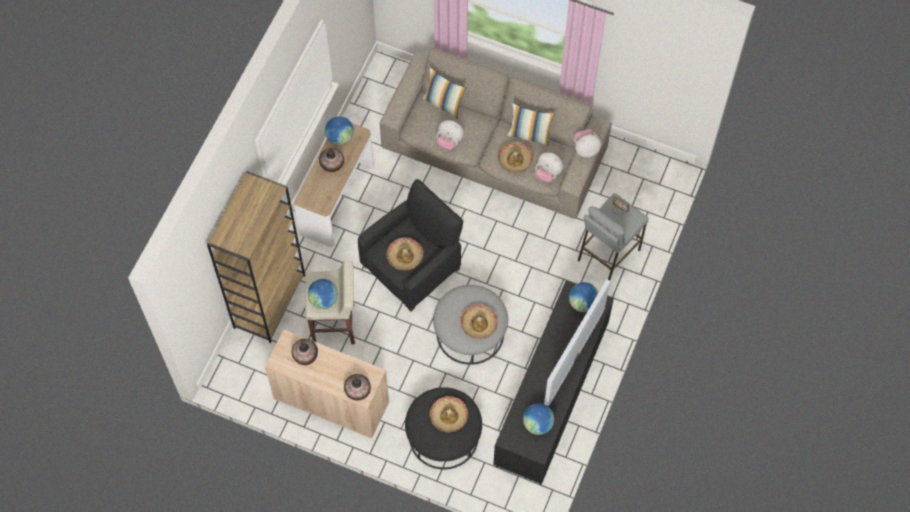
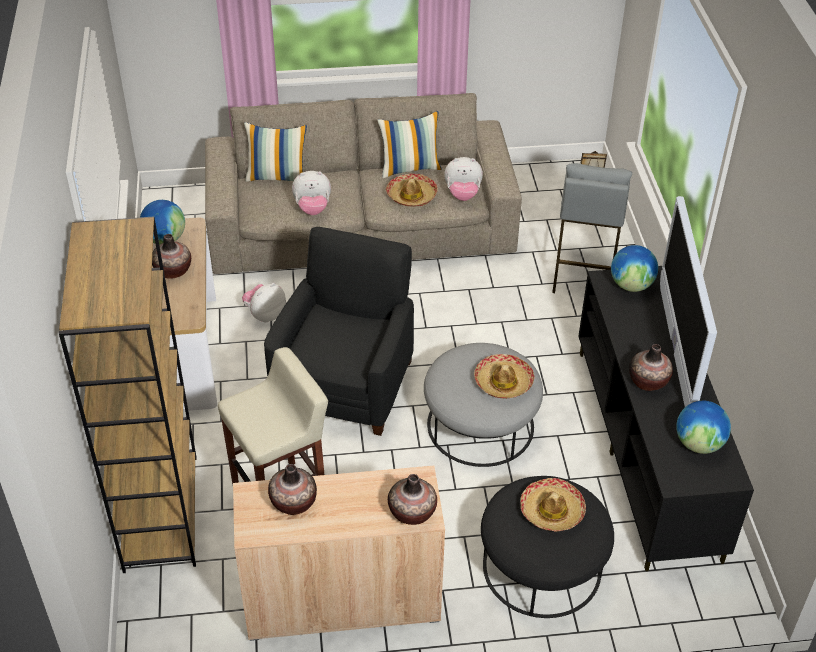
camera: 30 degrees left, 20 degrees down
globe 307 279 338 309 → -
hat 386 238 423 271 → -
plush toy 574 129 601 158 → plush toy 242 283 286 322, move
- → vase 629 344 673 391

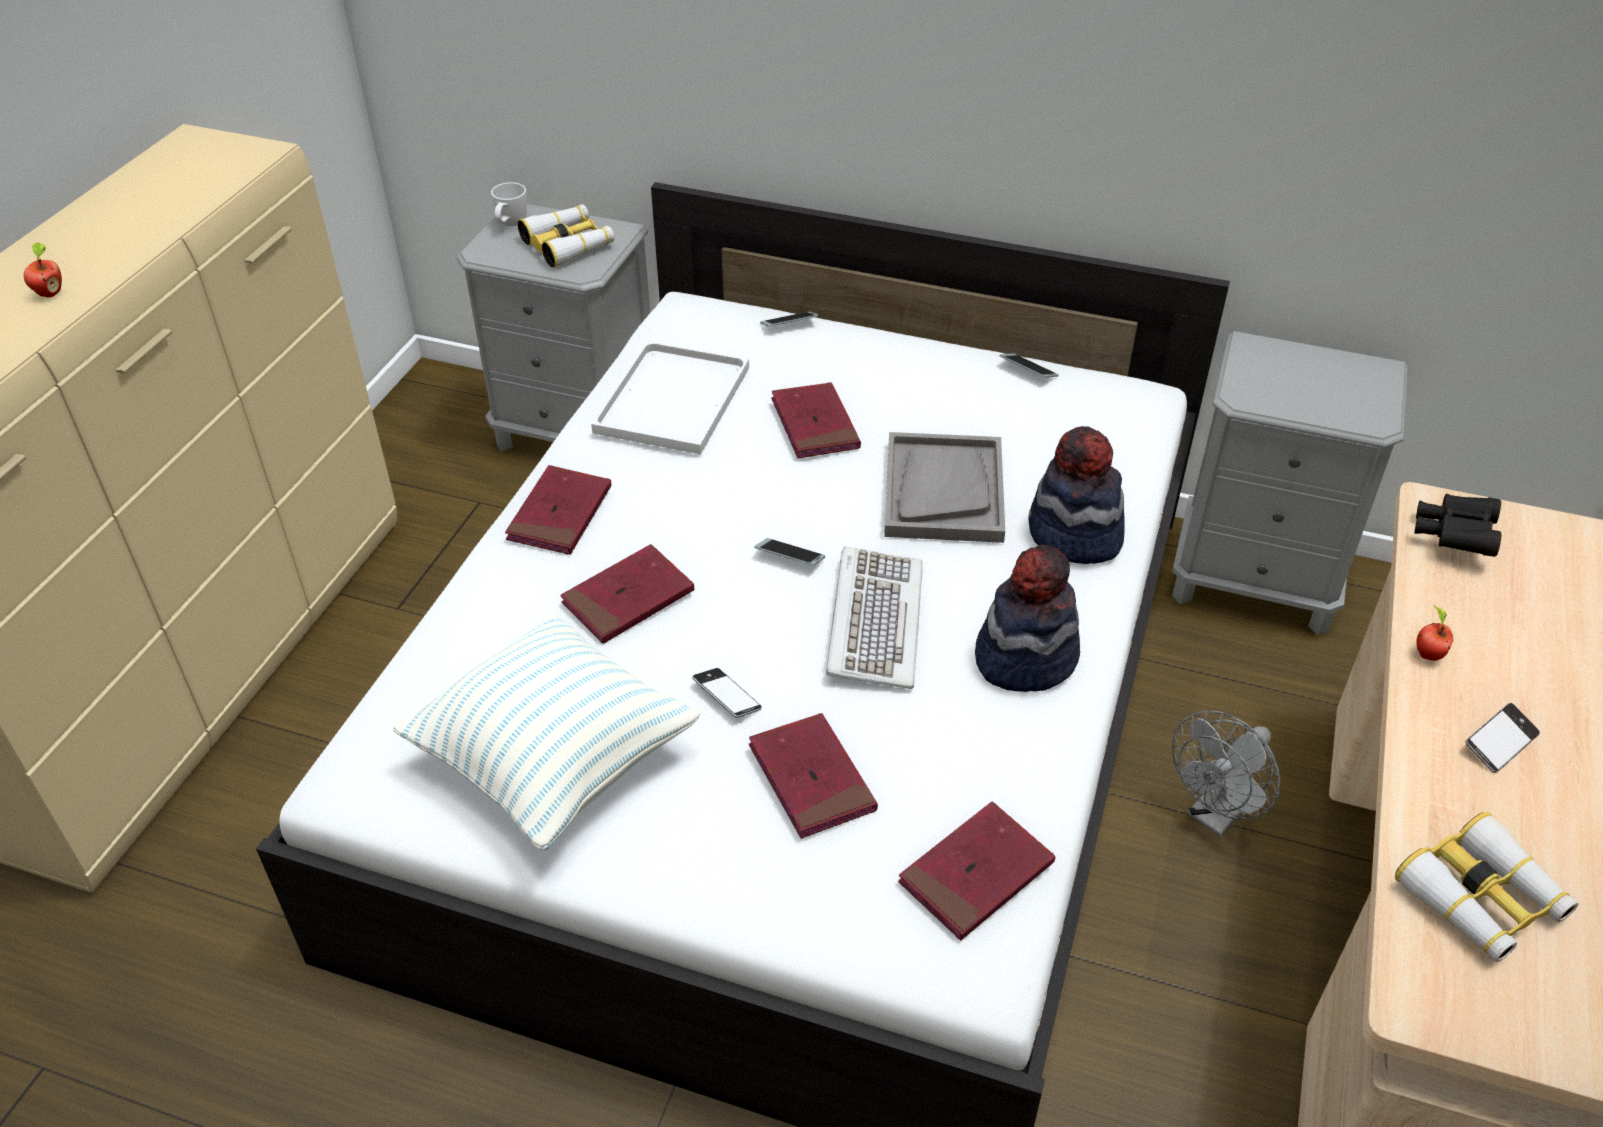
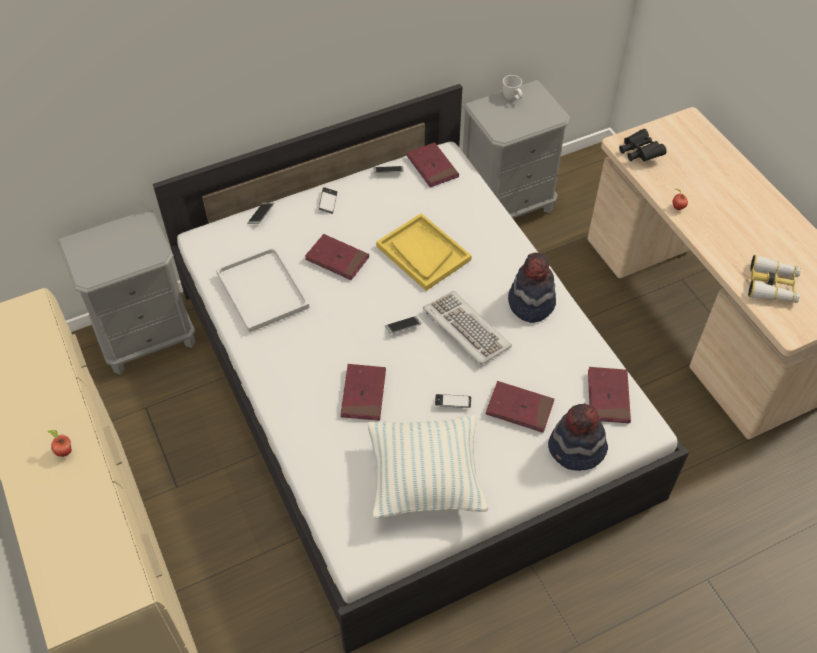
camera: 45 degrees left, 10 degrees up
white mug 491 182 527 226 → white mug 503 75 523 100, move
red book 505 465 611 555 → red book 407 143 459 187, move
binoculars 518 204 615 268 → -
grey tray 884 432 1005 543 → yellow tray 376 213 472 291
hat 1028 426 1125 564 → hat 548 403 608 471, move
grey fan 1172 711 1280 837 → -
phone 1465 703 1540 773 → phone 318 187 337 214, move

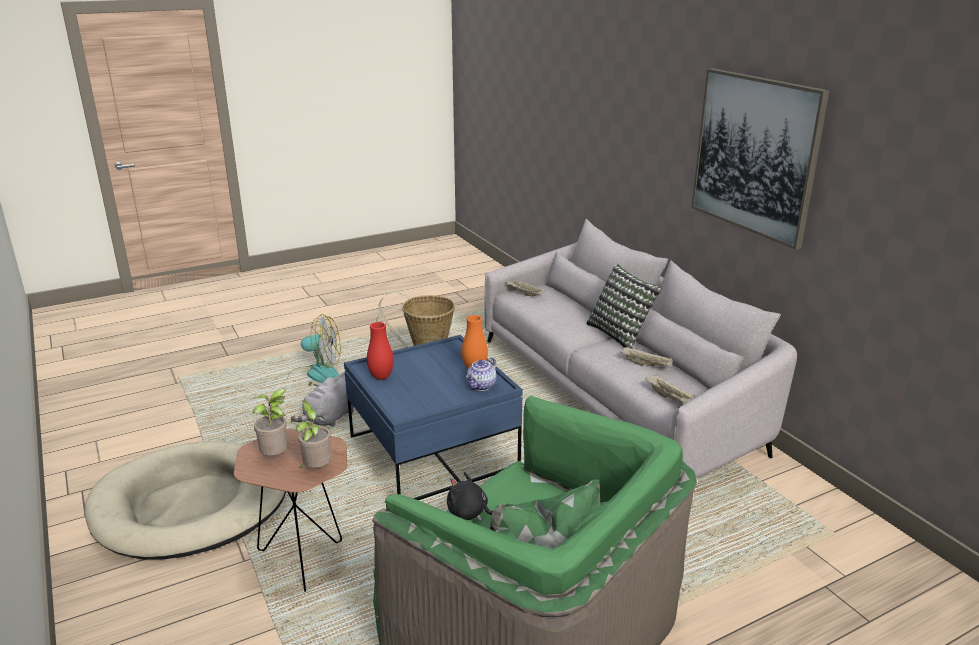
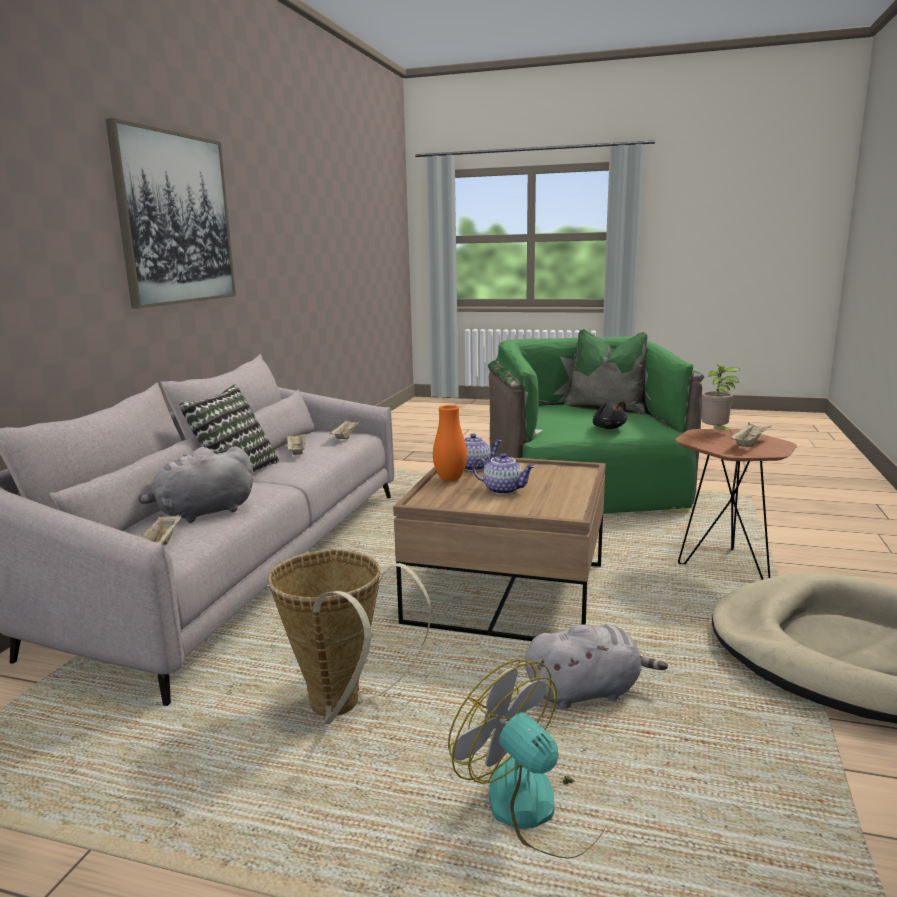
camera: 135 degrees left, 10 degrees down
potted plant 253 389 287 456 → beige tray 729 422 772 447
blue coffee table 344 335 523 500 → brown coffee table 393 457 606 641
red vase 367 322 394 380 → -
- → grey plush toy 139 447 253 523
- → teapot 473 453 535 495

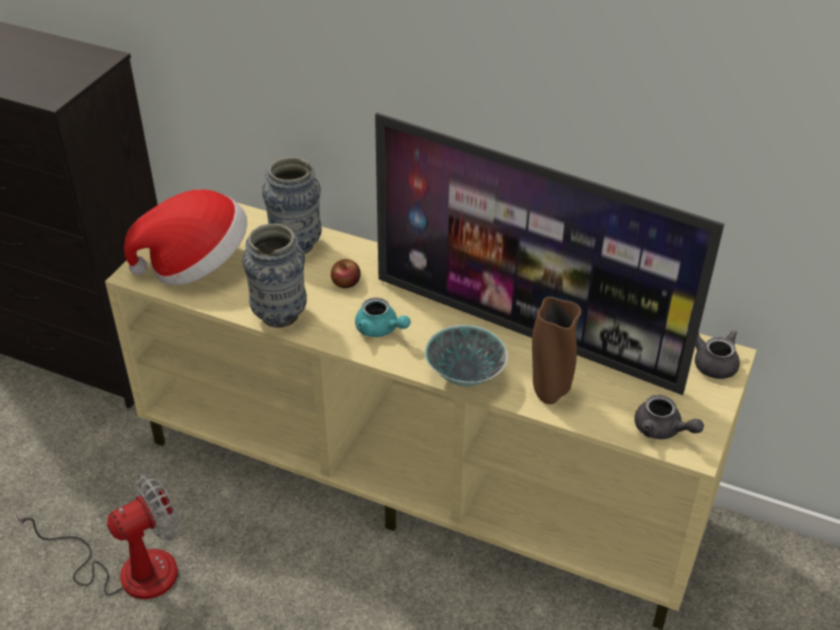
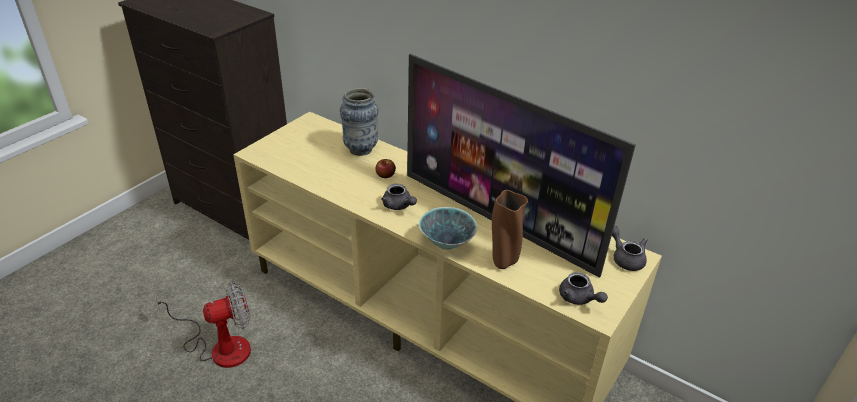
camera: 10 degrees right, 5 degrees down
hat 124 189 247 285 → -
vase 242 224 307 328 → -
turquoise teapot 355 297 411 337 → grey teapot 381 184 417 210

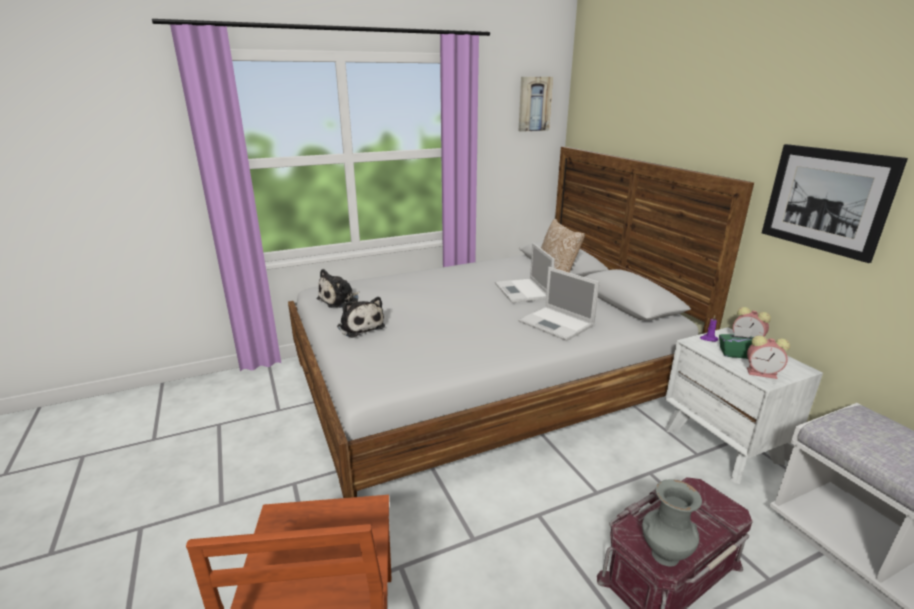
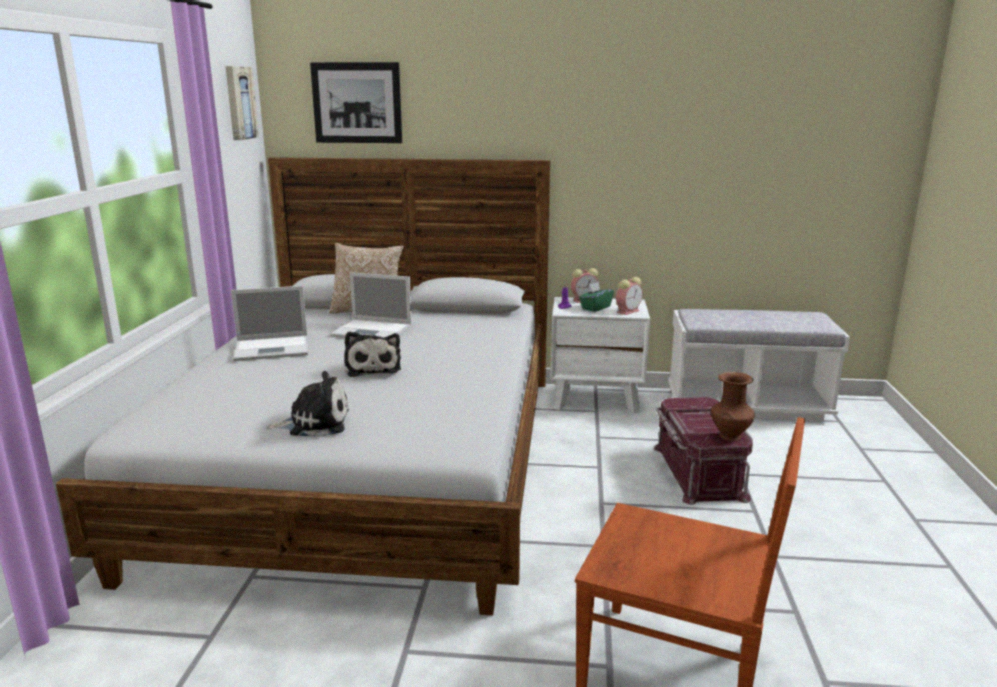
camera: 60 degrees left, 5 degrees down
plush toy 317 269 360 308 → plush toy 344 331 401 377, move
laptop 518 267 600 341 → laptop 231 286 308 361, move
grey vase 642 479 702 567 → brown vase 711 372 755 441
picture 762 144 908 263 → picture 310 62 402 143, move

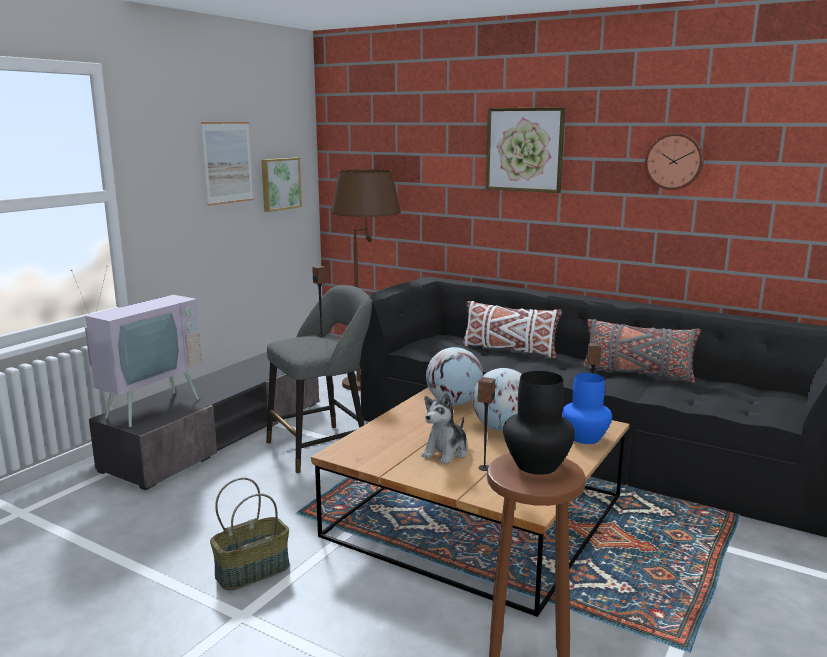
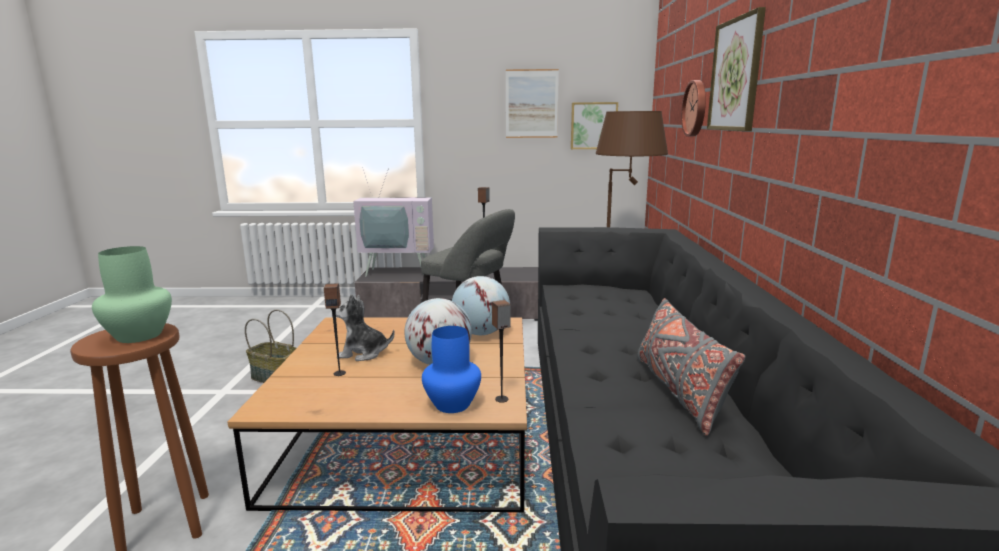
camera: 60 degrees right, 0 degrees up
white pillow 462 301 562 358 → -
black vase 503 371 575 475 → green vase 92 246 172 343
wall clock 645 133 704 190 → wall clock 681 80 706 137, move

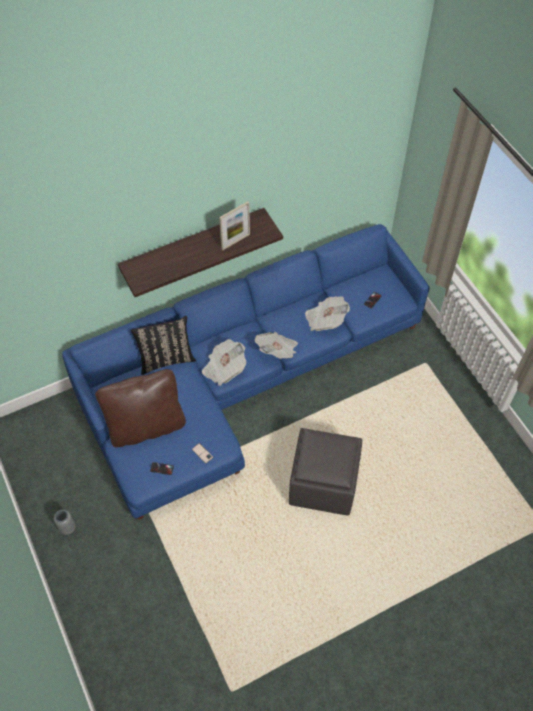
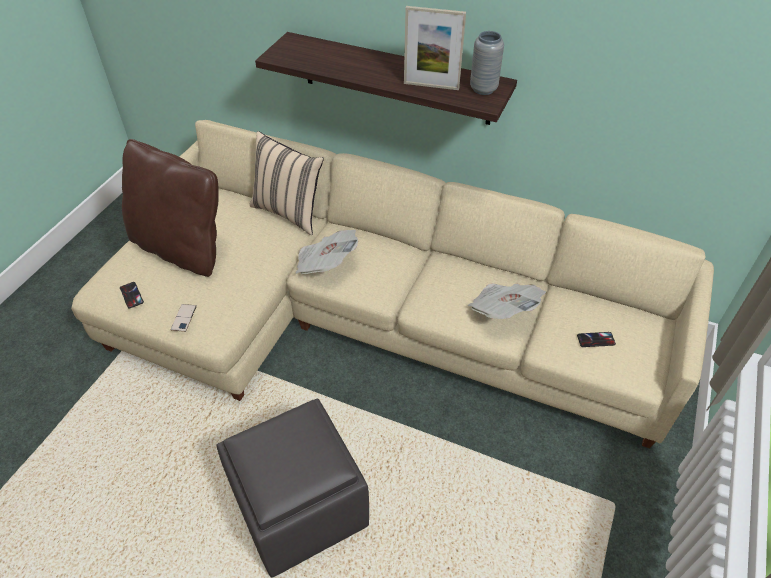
camera: 50 degrees right, 10 degrees down
grey vase 54 510 75 535 → grey vase 470 31 504 95, move
blue sofa 62 224 430 520 → beige sofa 71 120 714 448
black pillow 131 316 196 375 → beige pillow 250 131 324 235
newspaper 255 332 298 359 → -

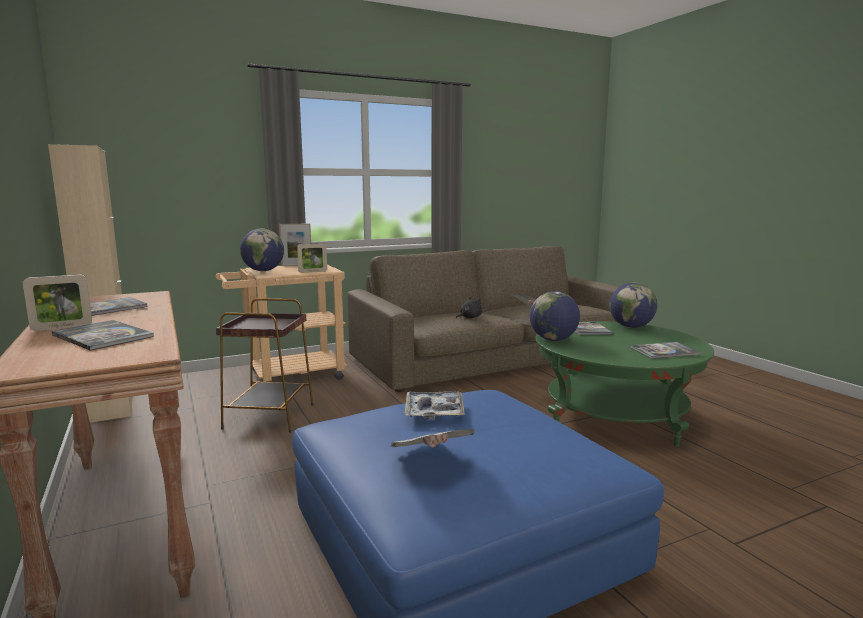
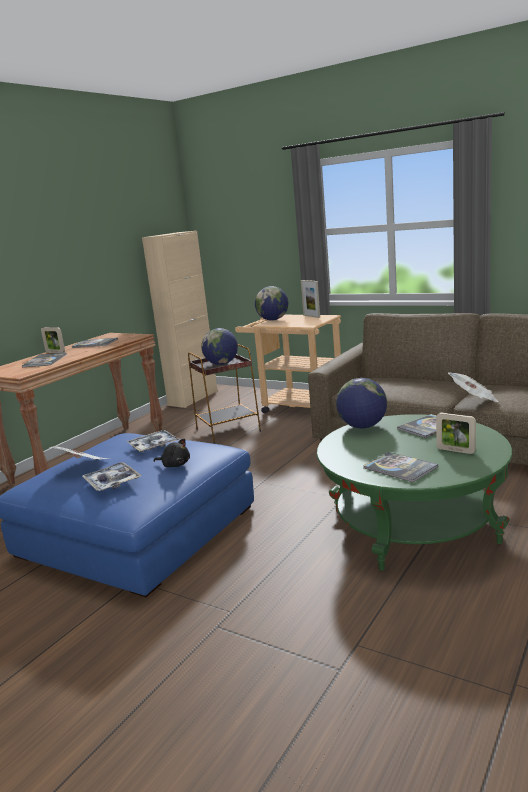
camera: 60 degrees right, 5 degrees up
picture frame 297 243 327 273 → picture frame 436 413 476 454, move
black plush toy 456 297 482 319 → black plush toy 154 439 190 467, move
globe 609 283 657 328 → globe 201 328 238 365, move
- → tray 82 462 142 491

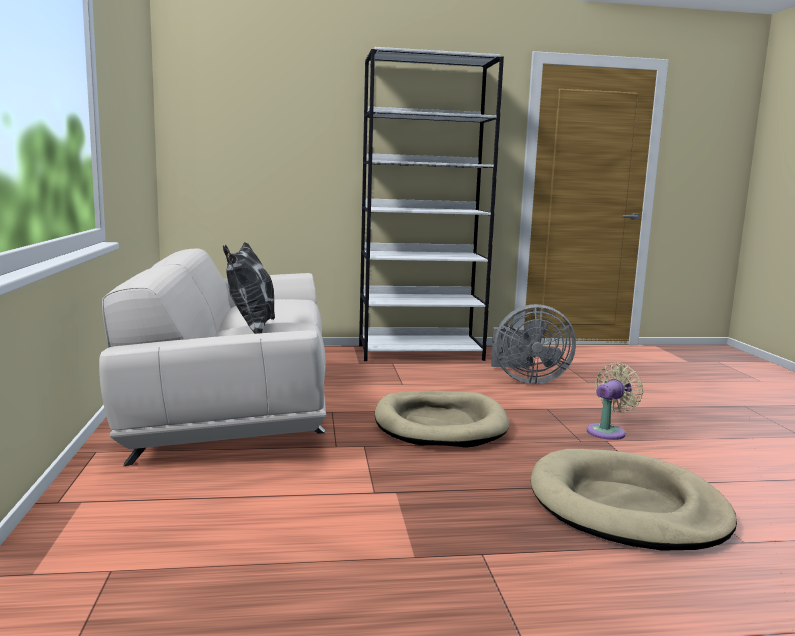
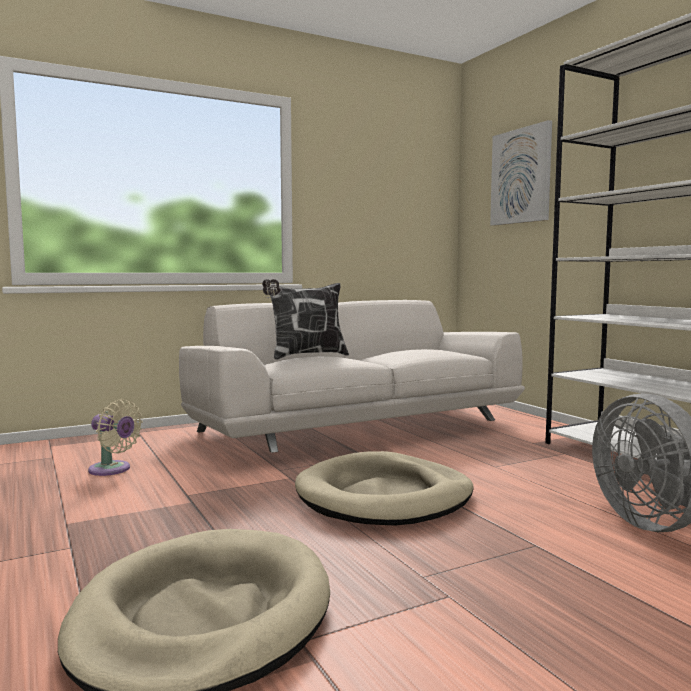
camera: 70 degrees right, 5 degrees down
beige fan 587 362 643 440 → beige fan 88 399 143 476, move
- → picture 490 120 552 226

